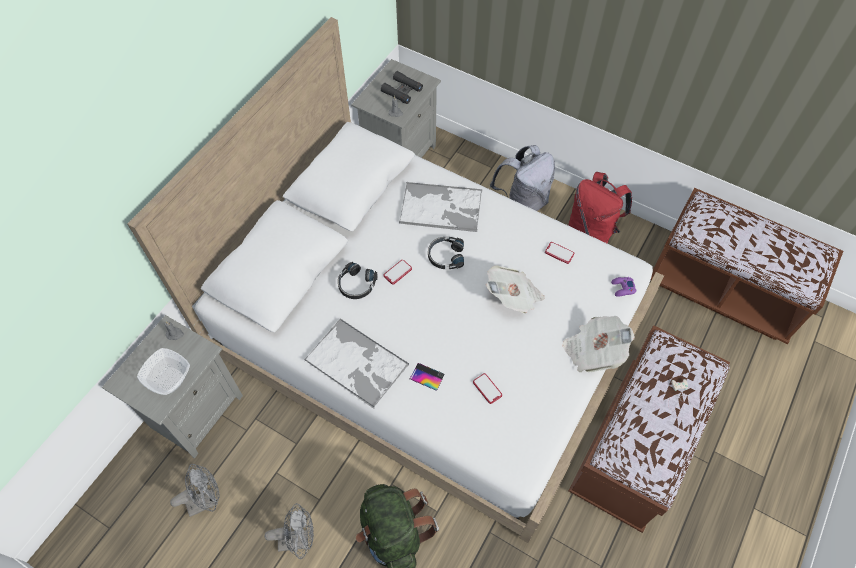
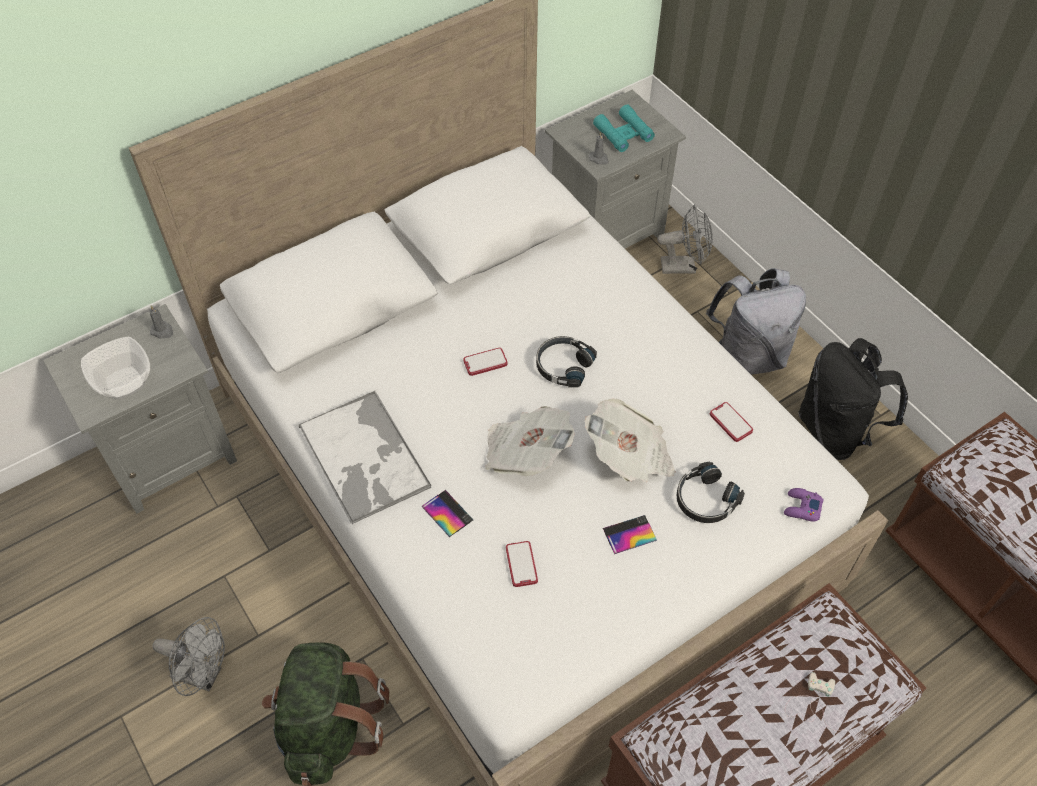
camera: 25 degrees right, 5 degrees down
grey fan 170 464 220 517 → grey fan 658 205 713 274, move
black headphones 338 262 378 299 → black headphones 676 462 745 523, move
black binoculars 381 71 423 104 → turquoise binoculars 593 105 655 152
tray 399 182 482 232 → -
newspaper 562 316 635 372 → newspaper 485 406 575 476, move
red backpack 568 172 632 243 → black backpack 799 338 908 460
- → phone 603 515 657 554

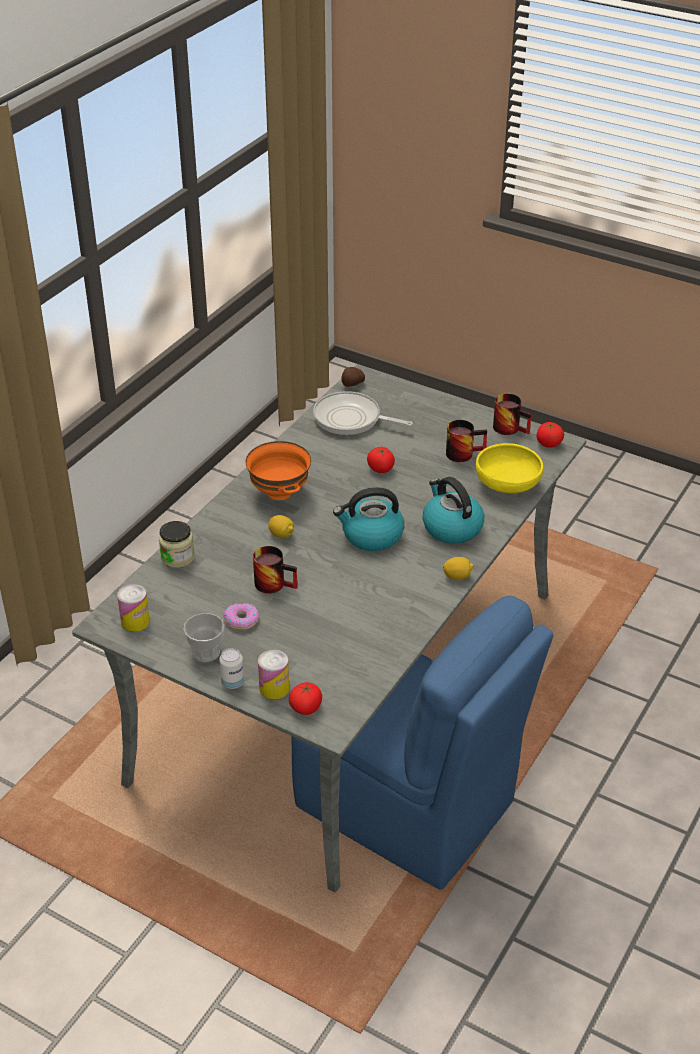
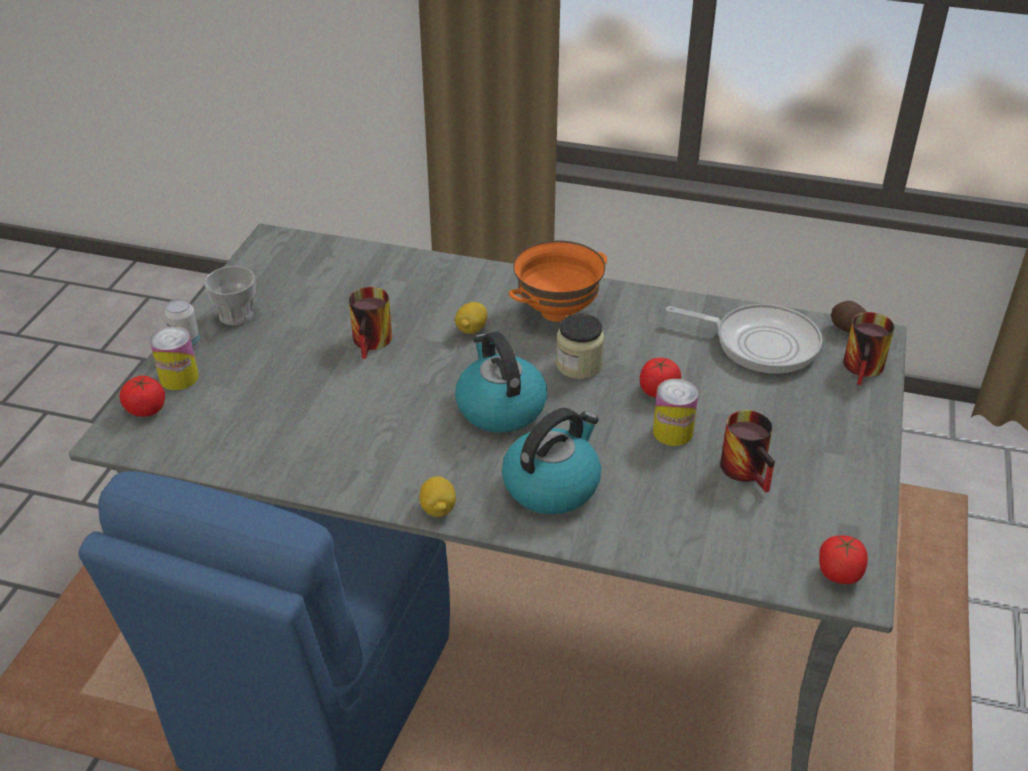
camera: 75 degrees right, 0 degrees up
can 117 584 150 632 → can 653 379 698 446, move
jar 159 521 195 568 → jar 556 313 604 379, move
donut 224 603 259 630 → -
frying pan 313 391 413 435 → frying pan 666 304 822 374, 105 degrees clockwise
yellow bowl 476 443 543 493 → -
mug 493 393 531 435 → mug 843 312 895 385, move

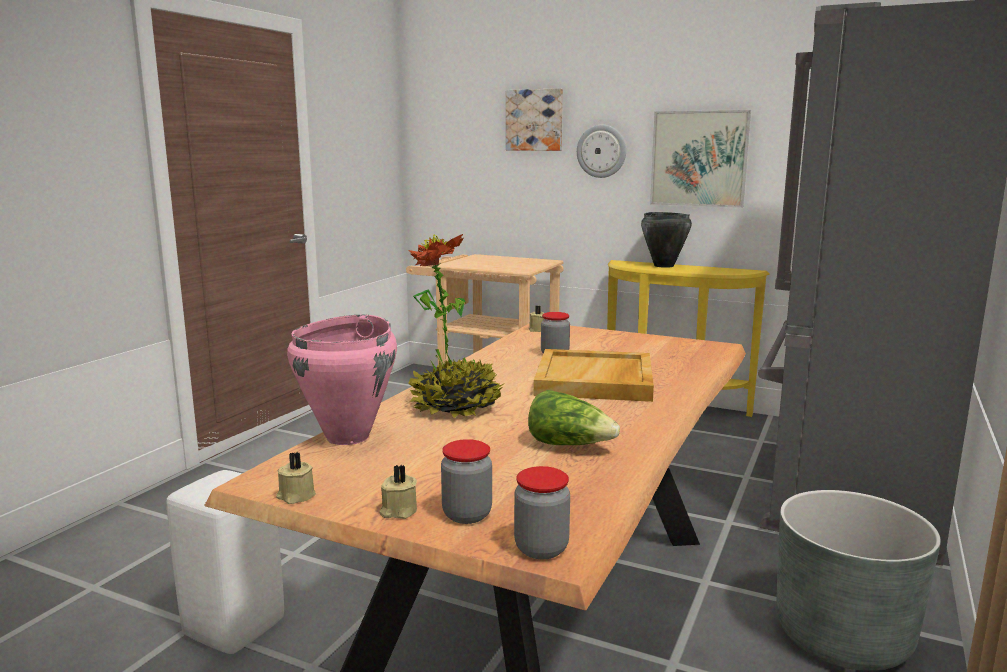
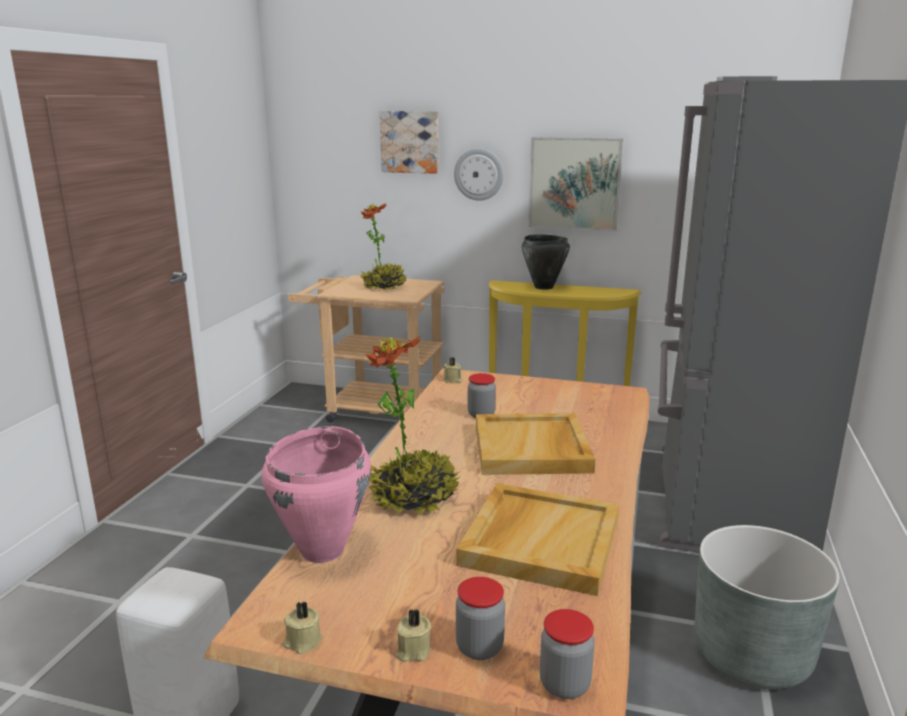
camera: 10 degrees left, 5 degrees up
lettuce 528 390 620 445 → beige tray 456 483 619 596
- → potted plant 361 203 407 290

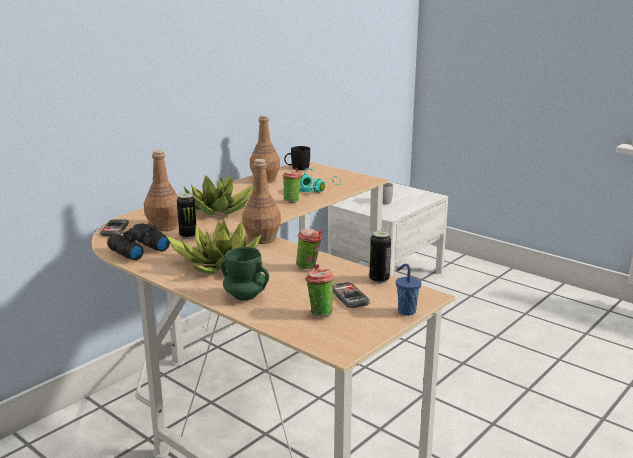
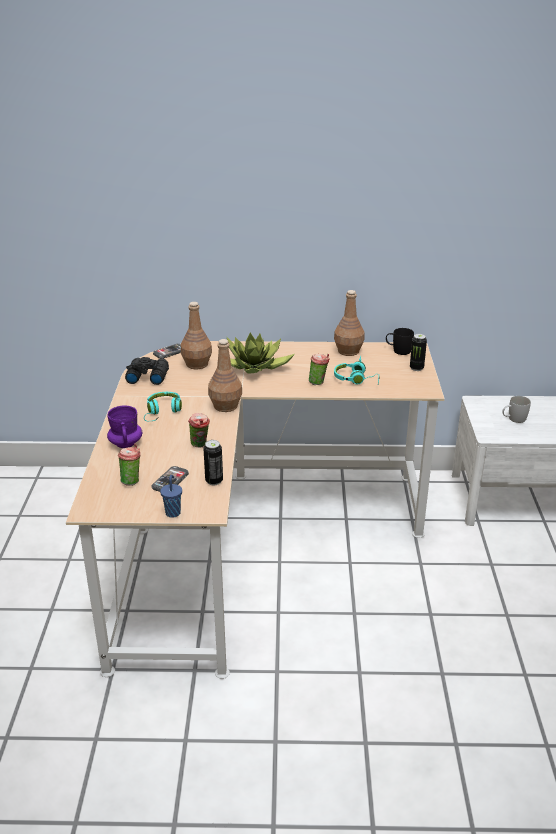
camera: 50 degrees right, 10 degrees up
potted plant 166 220 262 274 → turquoise headphones 144 392 182 421
can 177 193 196 239 → can 410 334 427 371, move
green mug 221 247 269 301 → purple mug 107 405 142 448

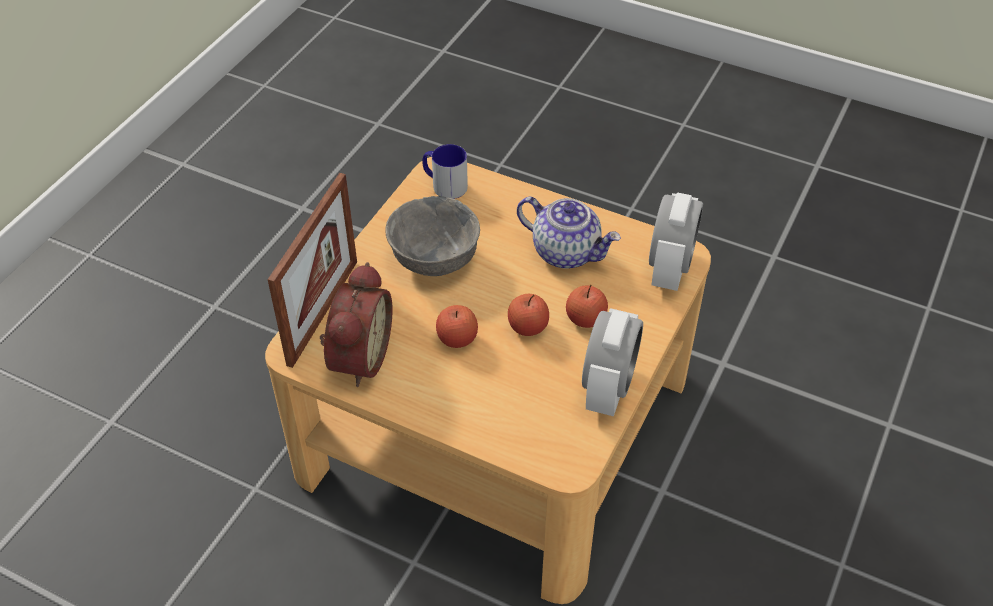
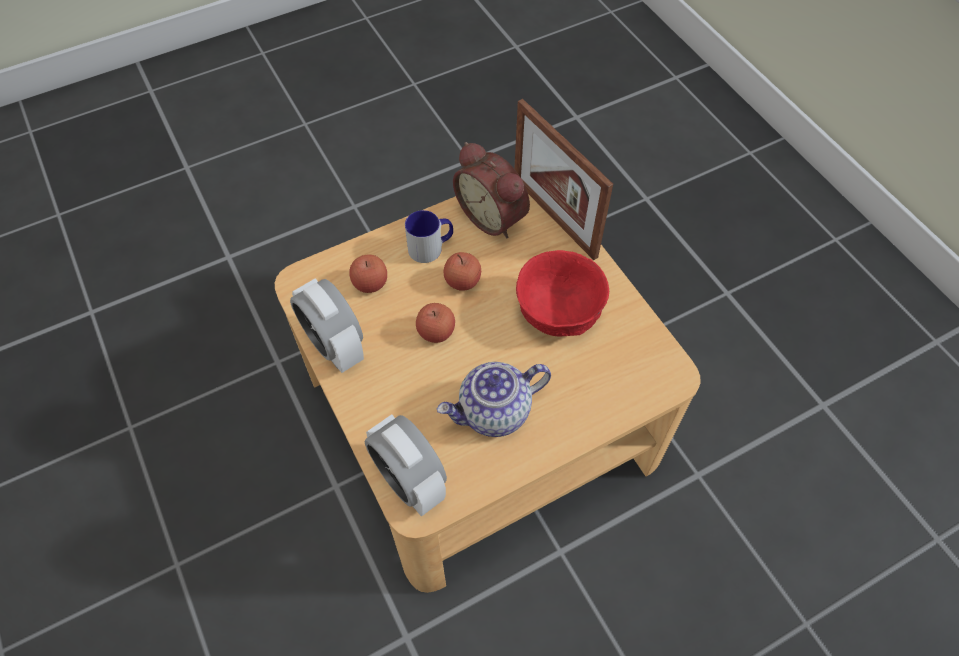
camera: 125 degrees right, 10 degrees up
grey bowl 385 196 480 276 → red bowl 516 250 609 336
mug 422 144 468 199 → mug 405 210 453 263, move
apple 566 285 608 328 → apple 349 255 387 293, move

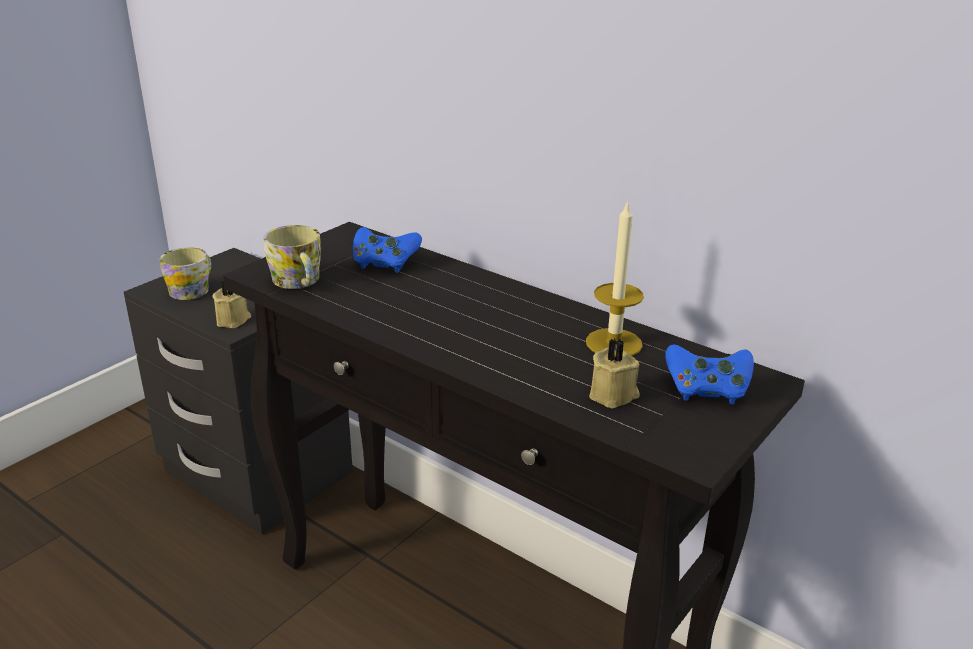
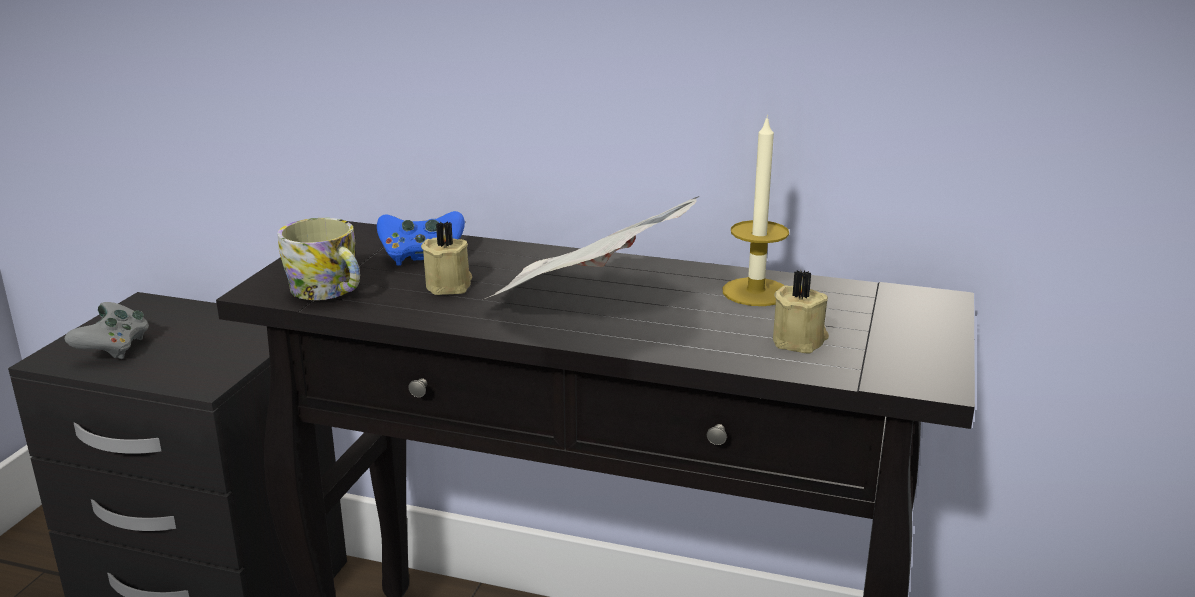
camera: 20 degrees left, 5 degrees down
mug 160 247 211 300 → grey game controller 64 302 149 359
beige candle 212 281 251 328 → beige candle 421 221 472 295, move
blue game controller 665 344 754 404 → -
- → newspaper 485 196 699 299

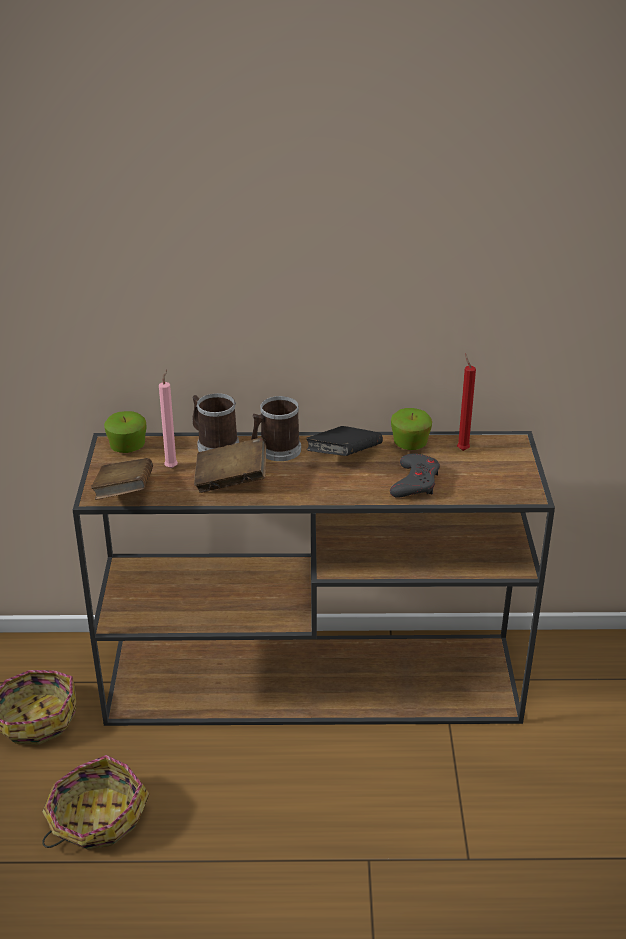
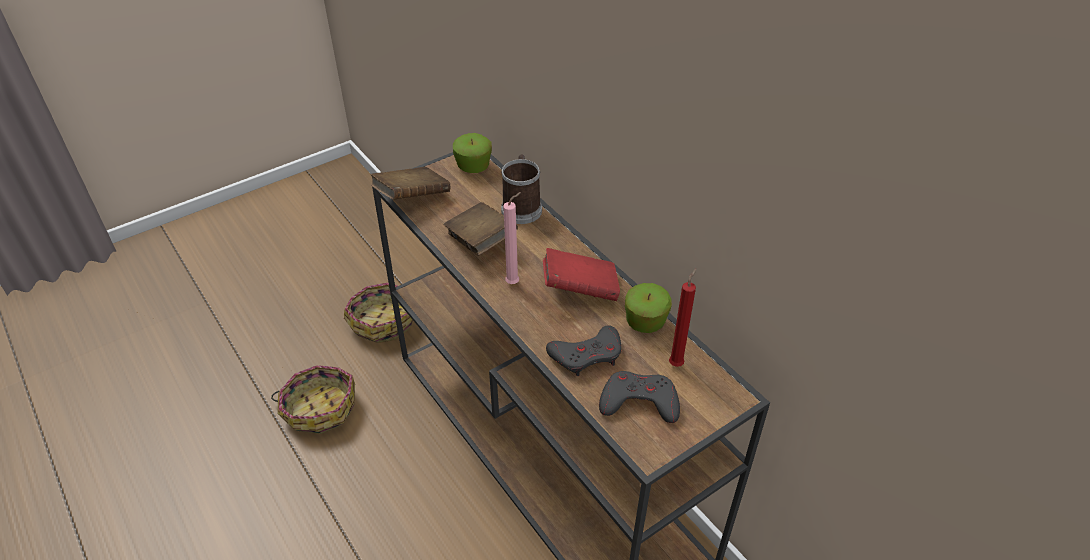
camera: 55 degrees right, 10 degrees up
pink candle 159 369 178 468 → pink candle 503 192 521 284, move
mug 251 396 301 461 → -
black book 306 426 383 456 → red book 543 248 620 301
- → grey game controller 599 371 680 423

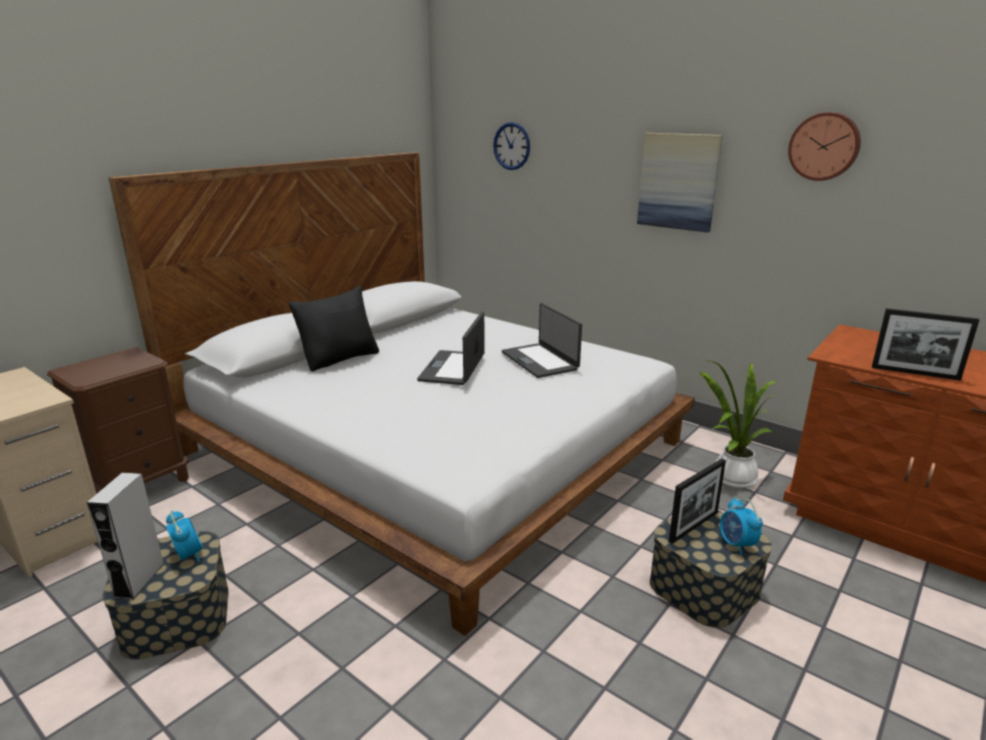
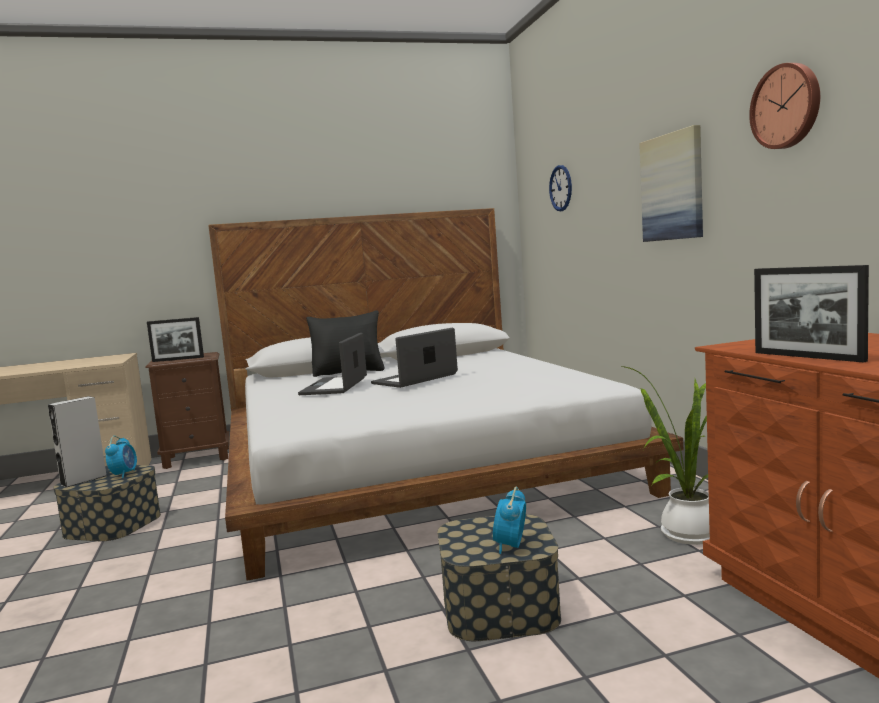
camera: 35 degrees right, 15 degrees down
laptop 502 303 582 378 → laptop 298 333 367 395, move
picture frame 669 459 726 544 → picture frame 147 317 204 362, move

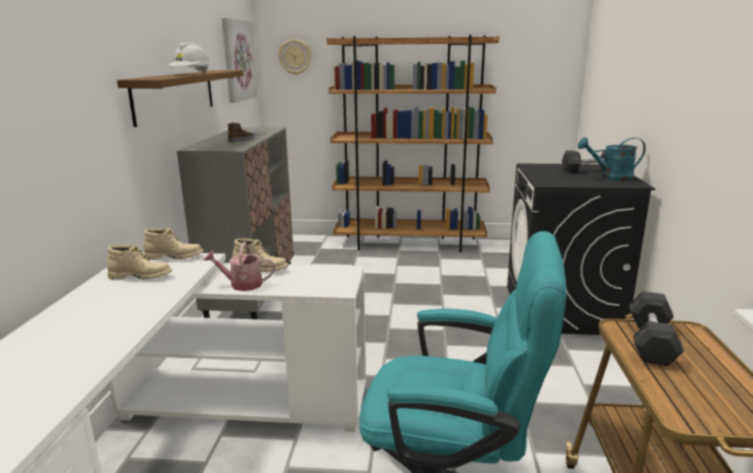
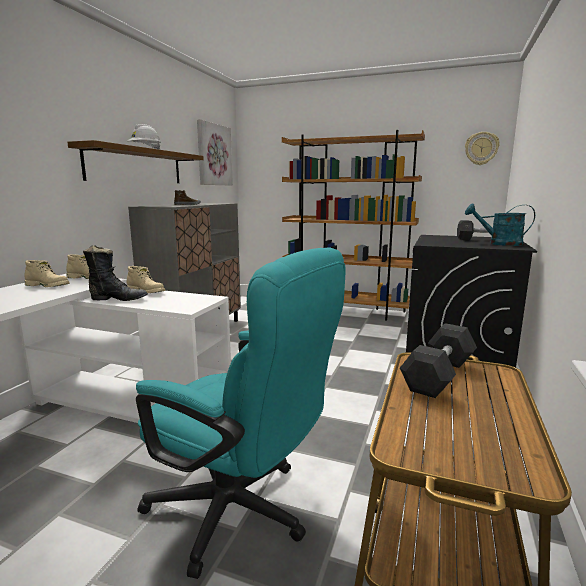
camera: 15 degrees right, 5 degrees down
watering can 203 242 275 291 → black boot 83 245 148 301
wall clock 278 39 312 75 → wall clock 465 132 500 165, move

